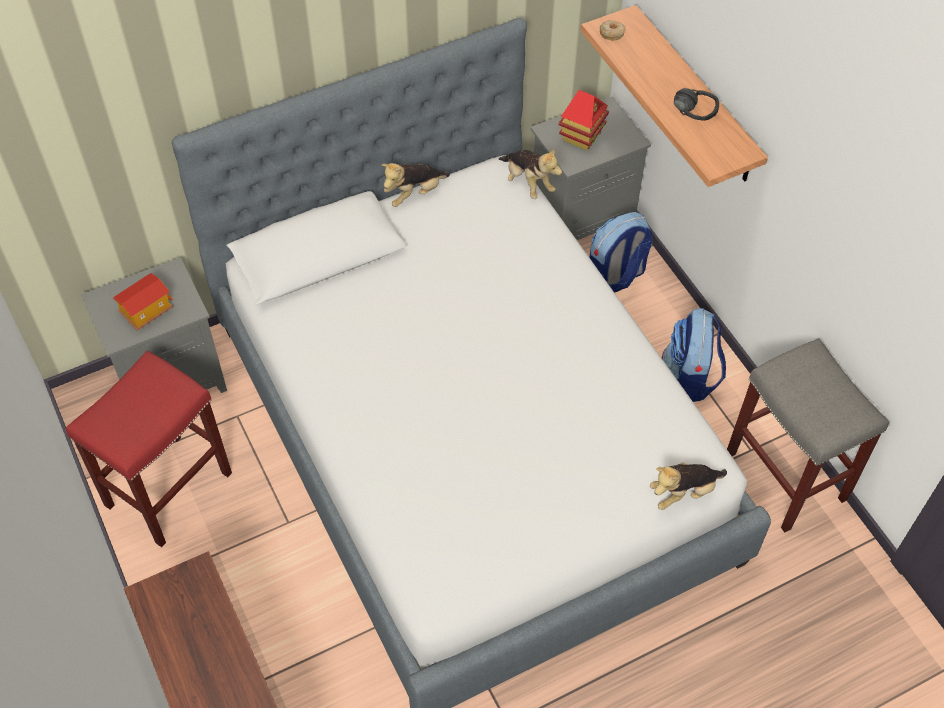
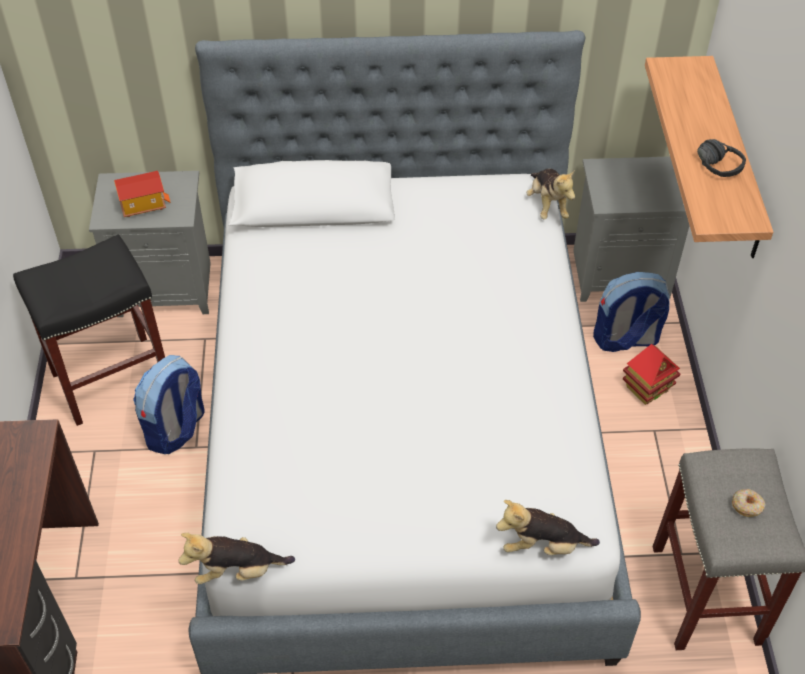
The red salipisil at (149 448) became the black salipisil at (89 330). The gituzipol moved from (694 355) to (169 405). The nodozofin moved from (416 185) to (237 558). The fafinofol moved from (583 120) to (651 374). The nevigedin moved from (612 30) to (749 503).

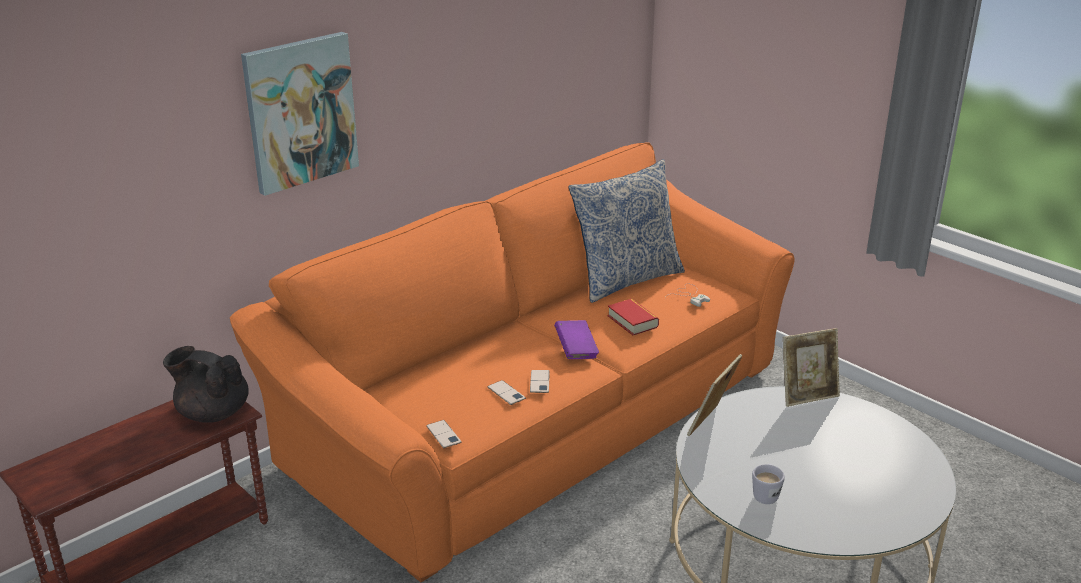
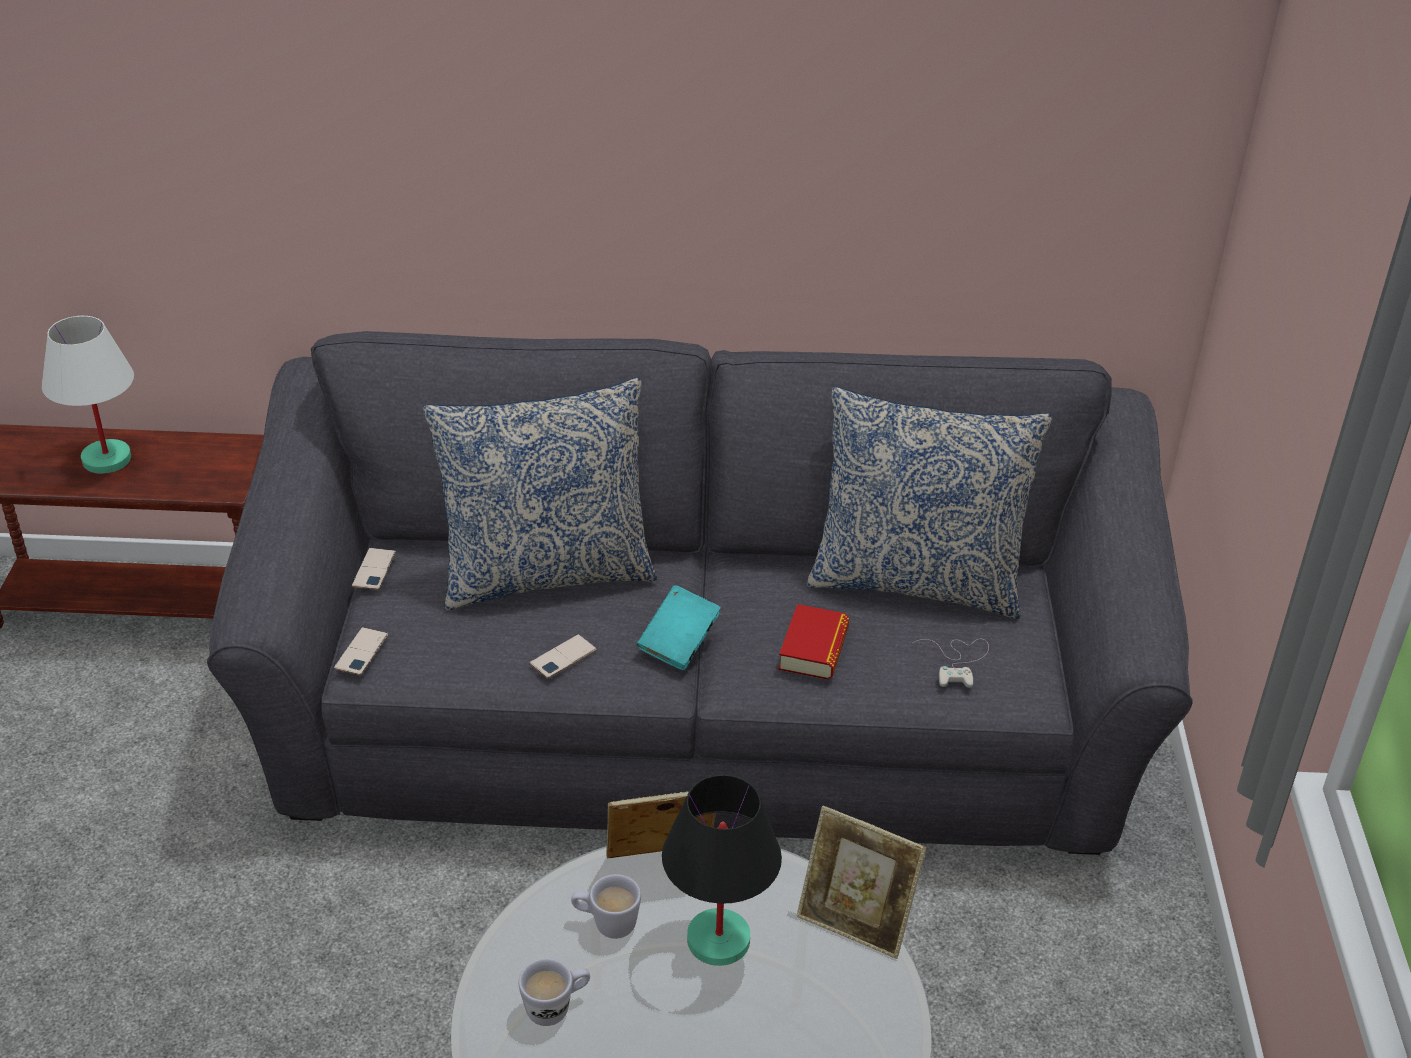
The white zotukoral at (88 395) appeared. The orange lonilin at (512 362) became the grey lonilin at (700 593). The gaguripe moved from (506 392) to (374 569). The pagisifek at (540 493) appeared. The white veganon at (606 906) appeared. The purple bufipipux at (576 339) became the turquoise bufipipux at (678 627). The black zotukoral at (722 870) appeared. The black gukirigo at (206 384) disappeared. The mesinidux at (300 114) disappeared.

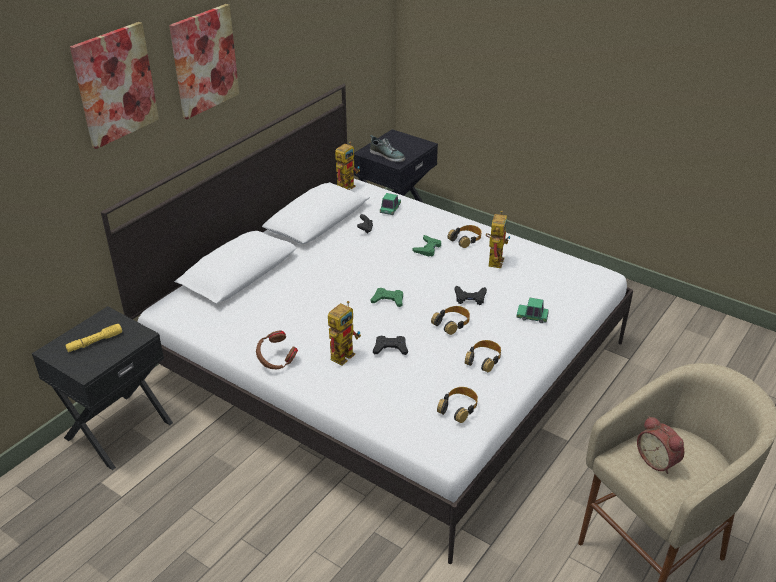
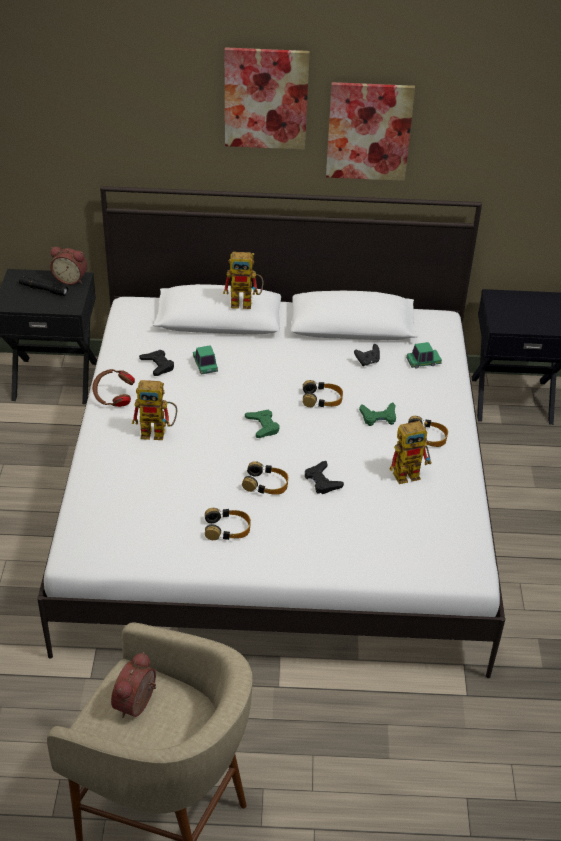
The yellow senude at (93 338) became the black senude at (43 286). The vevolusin at (68 266) appeared. The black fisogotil moved from (390 345) to (156 363). The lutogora moved from (532 310) to (205 359). The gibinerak moved from (347 165) to (243 280). The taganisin moved from (457 405) to (323 393). The mesinidux moved from (114 85) to (370 131). The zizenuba at (387 148) disappeared.

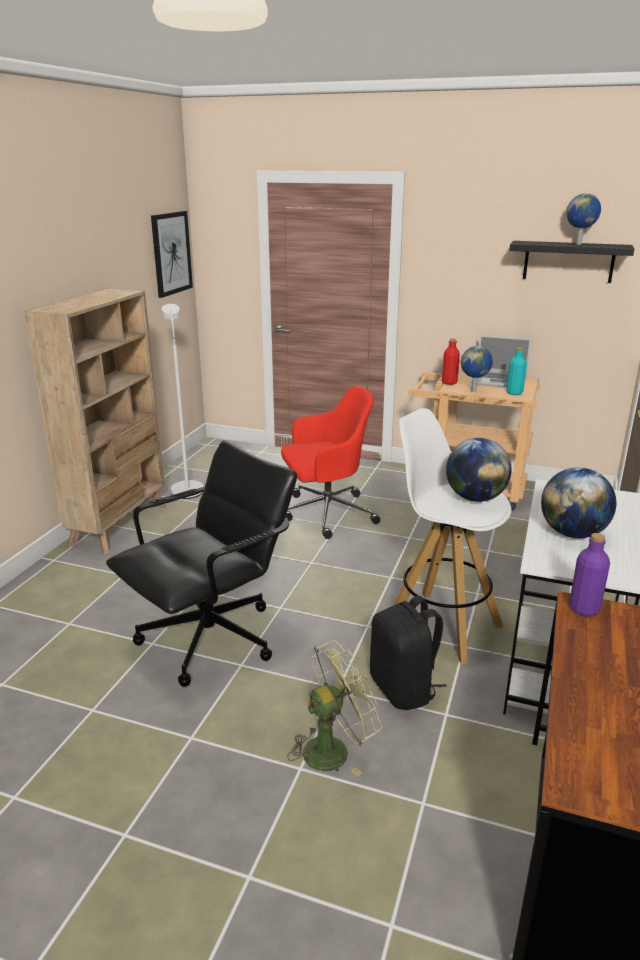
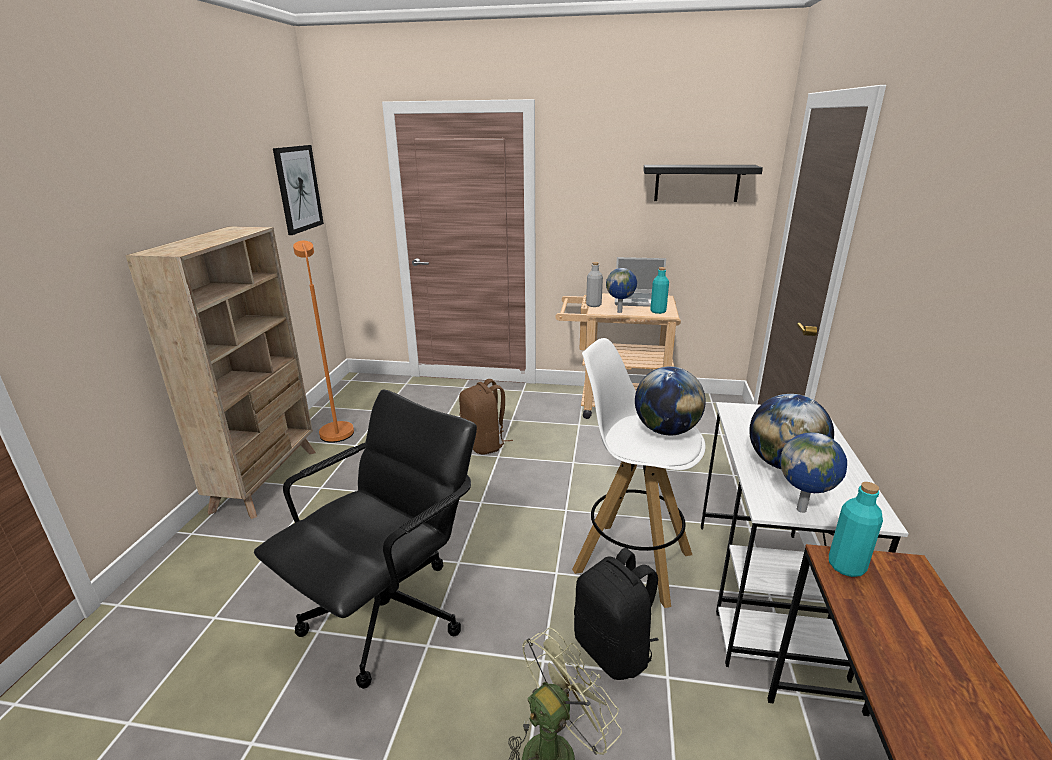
The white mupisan at (182 401) became the orange mupisan at (323 342). The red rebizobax at (330 462) was replaced by the brown gituzipol at (486 417). The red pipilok at (451 362) became the grey pipilok at (594 284). The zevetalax moved from (583 219) to (813 472). The purple pipilok at (589 574) became the turquoise pipilok at (856 529).

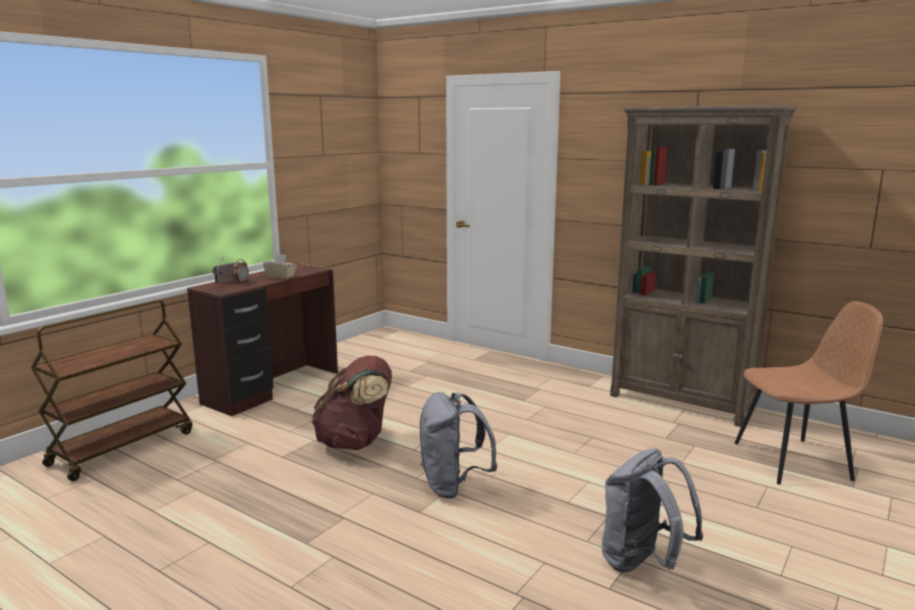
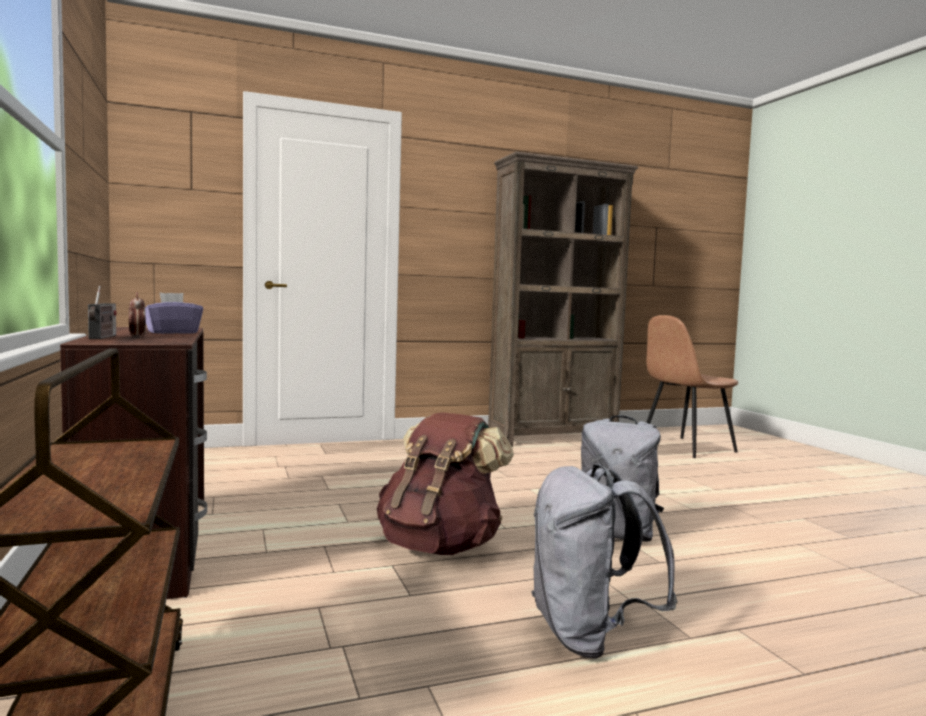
The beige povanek at (280 266) became the purple povanek at (174 313). The grey gituzipol moved from (652 510) to (604 561). The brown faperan at (809 393) turned 150 degrees counterclockwise.

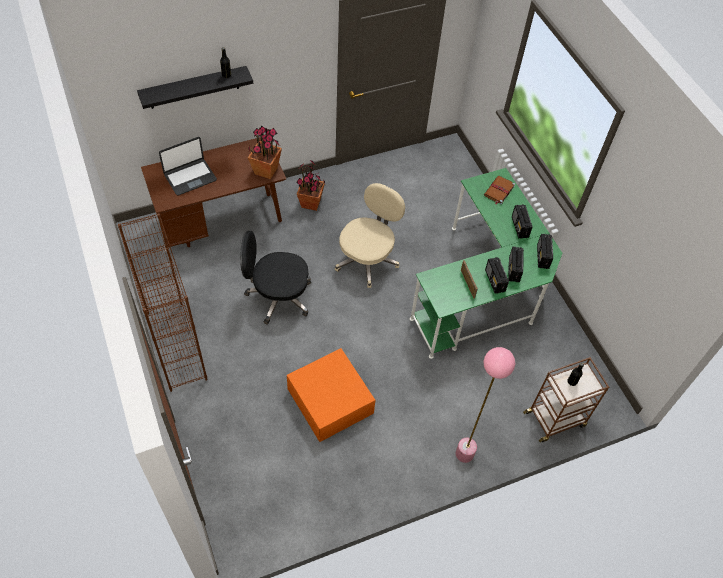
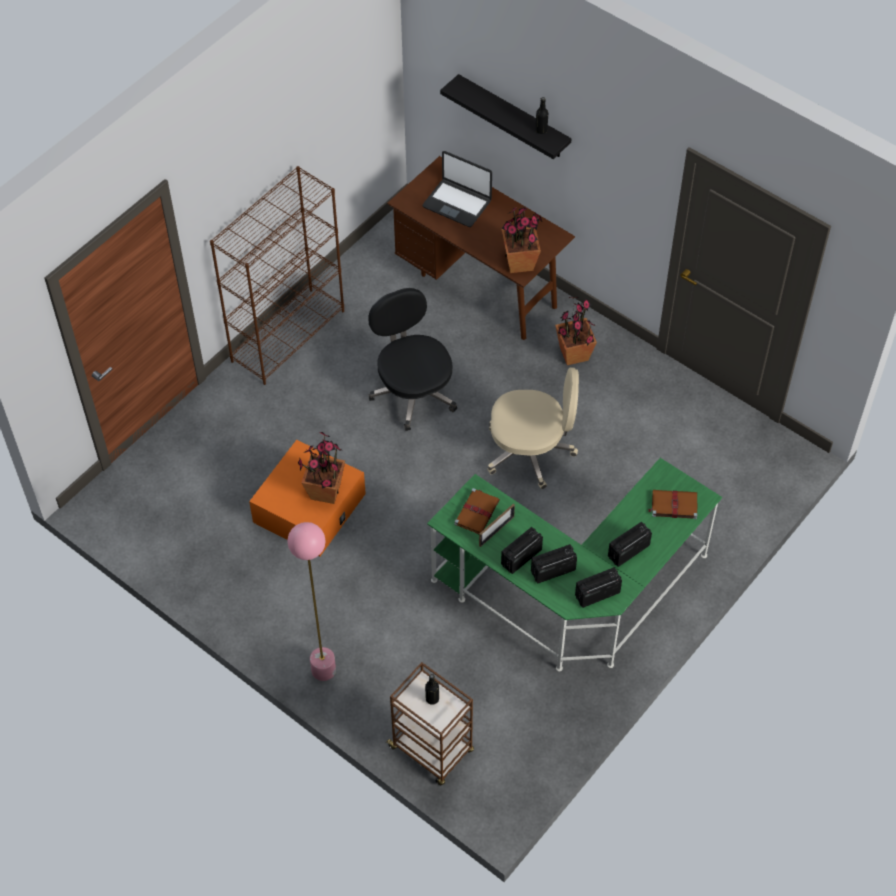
The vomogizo at (321 468) appeared. The brown bufipipux at (477 511) appeared.

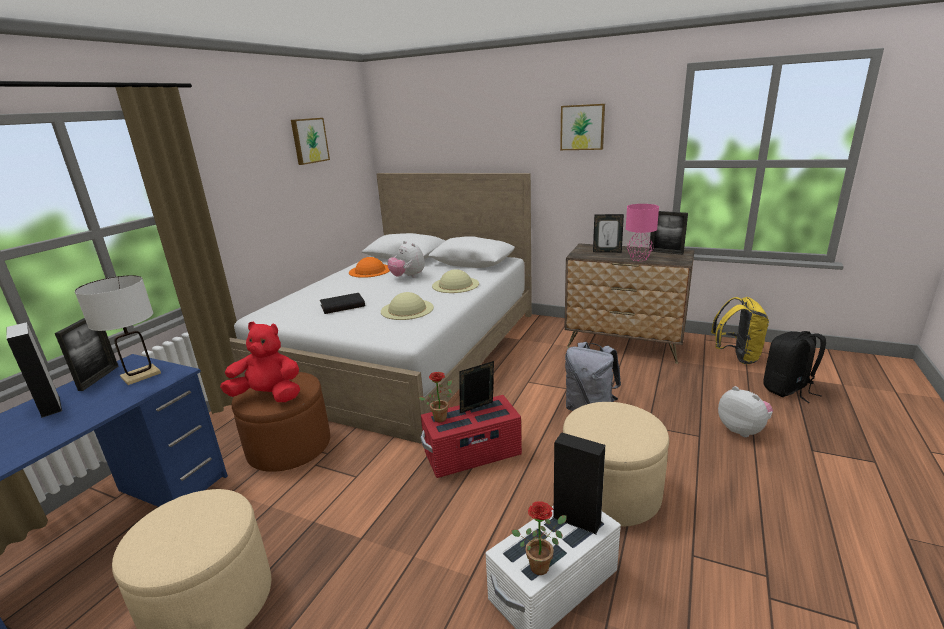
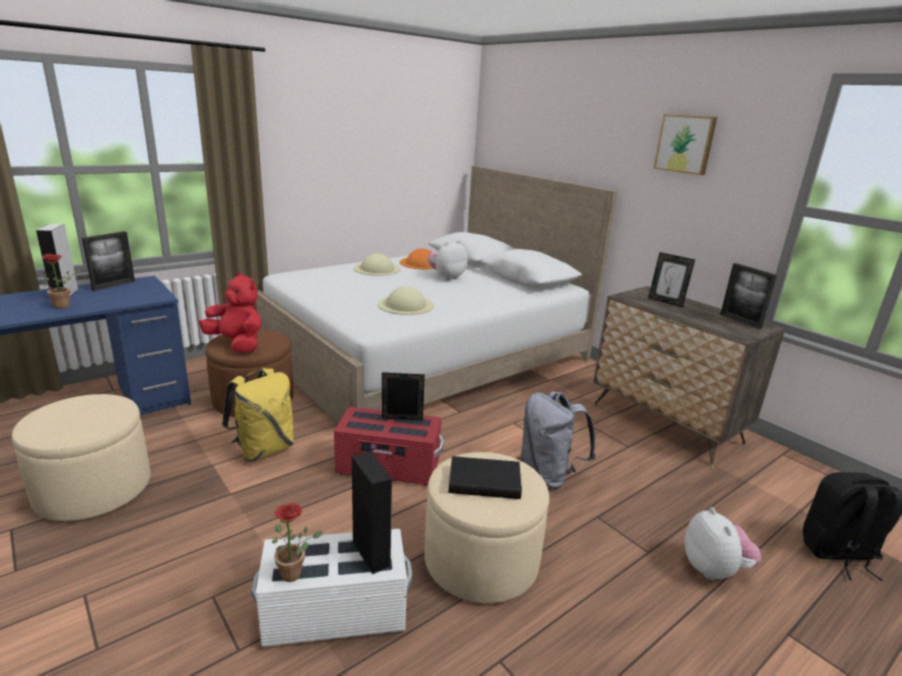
The vomogizo moved from (436 397) to (61 281). The yellow gituzipol moved from (740 330) to (258 415). The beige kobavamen moved from (455 281) to (377 264). The nodozofin at (406 259) turned 60 degrees clockwise. The black bufipipux moved from (342 303) to (485 477). The white zotukoral at (118 330) disappeared. The mesinidux at (310 141) disappeared. The pink zotukoral at (642 232) disappeared.

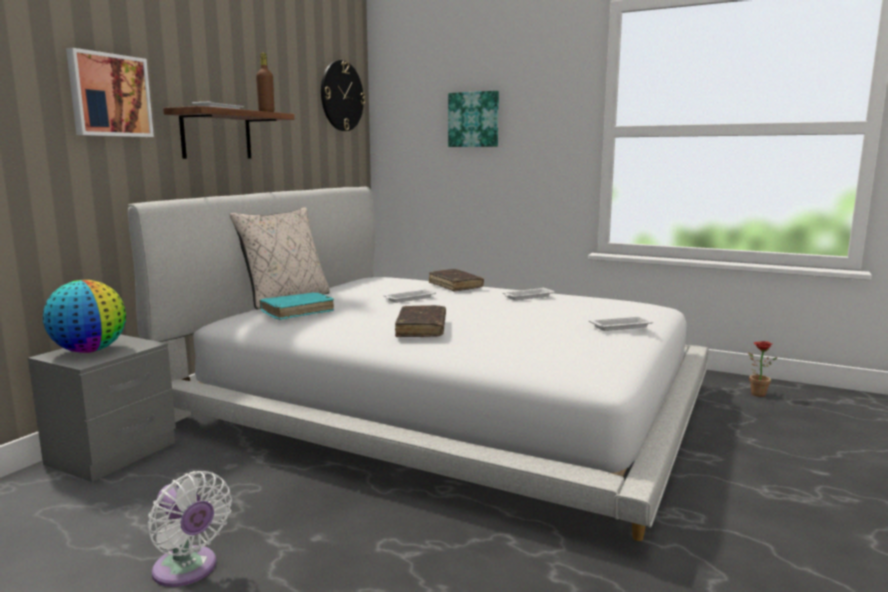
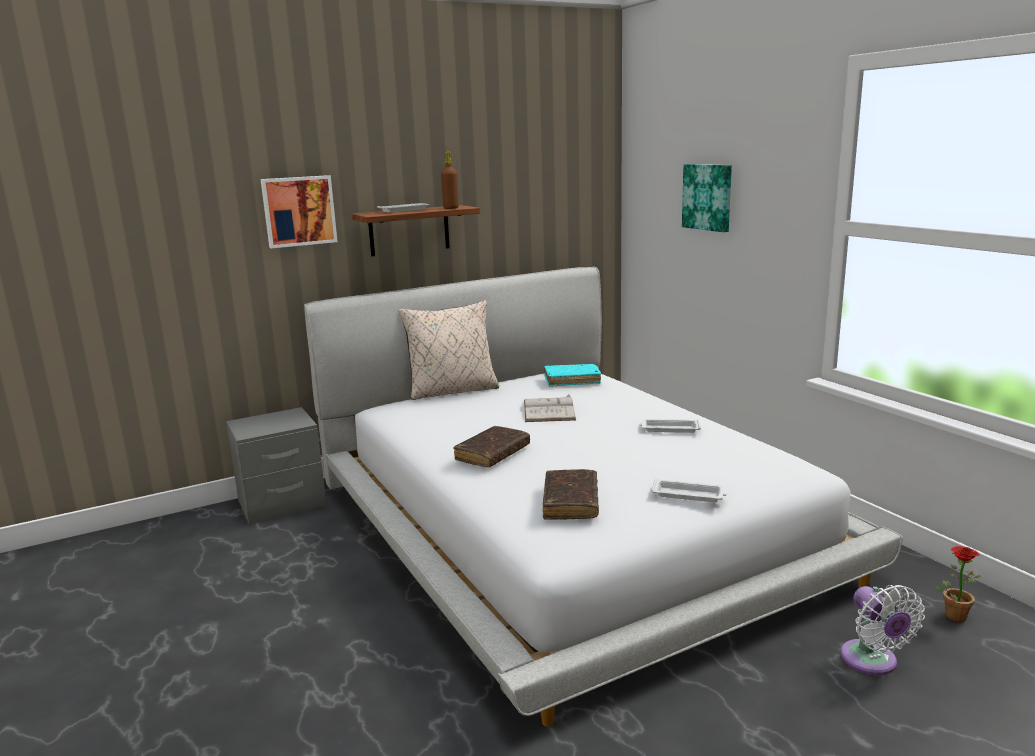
The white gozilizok at (410 296) was replaced by the white bufipipux at (550 408). The brown bufipipux moved from (456 280) to (570 494). The turquoise bufipipux moved from (296 306) to (572 375). The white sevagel moved from (189 529) to (882 630). The zevetalax at (84 316) disappeared. The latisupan at (343 95) disappeared.

